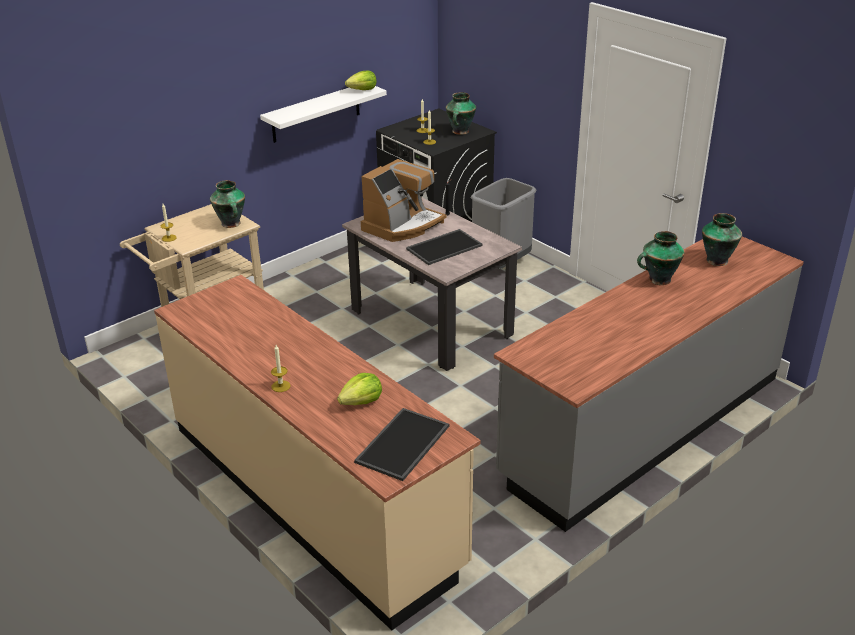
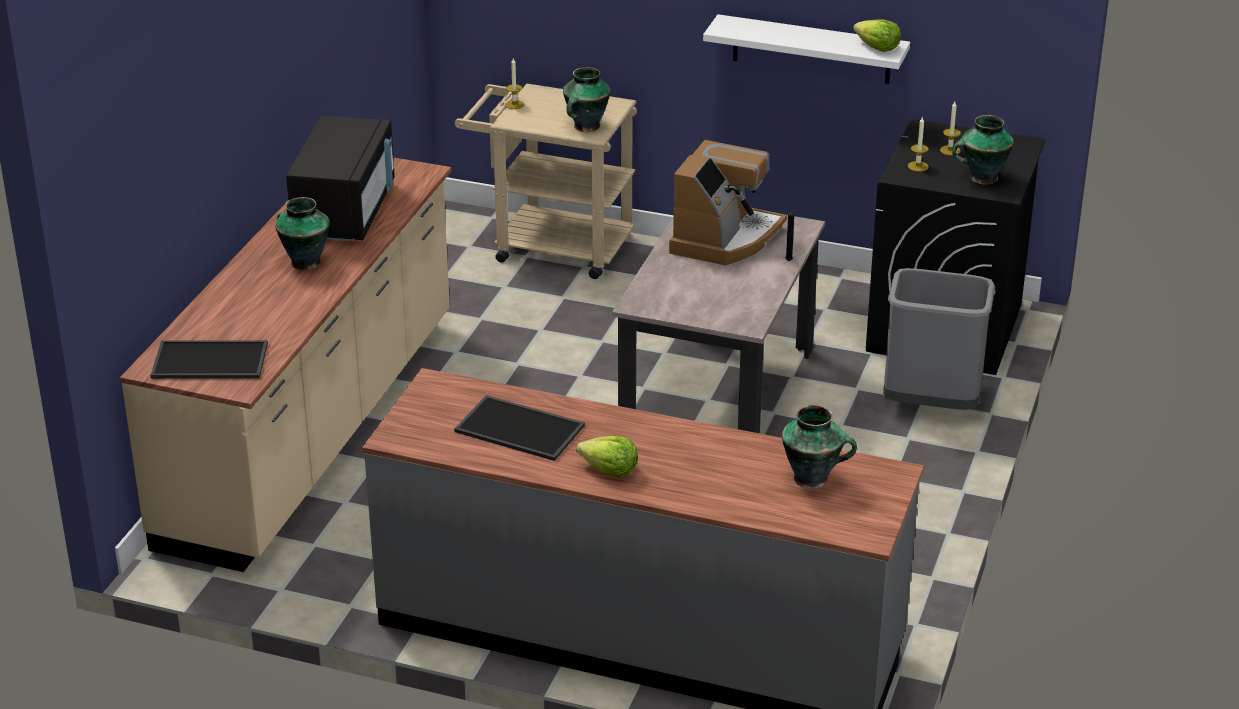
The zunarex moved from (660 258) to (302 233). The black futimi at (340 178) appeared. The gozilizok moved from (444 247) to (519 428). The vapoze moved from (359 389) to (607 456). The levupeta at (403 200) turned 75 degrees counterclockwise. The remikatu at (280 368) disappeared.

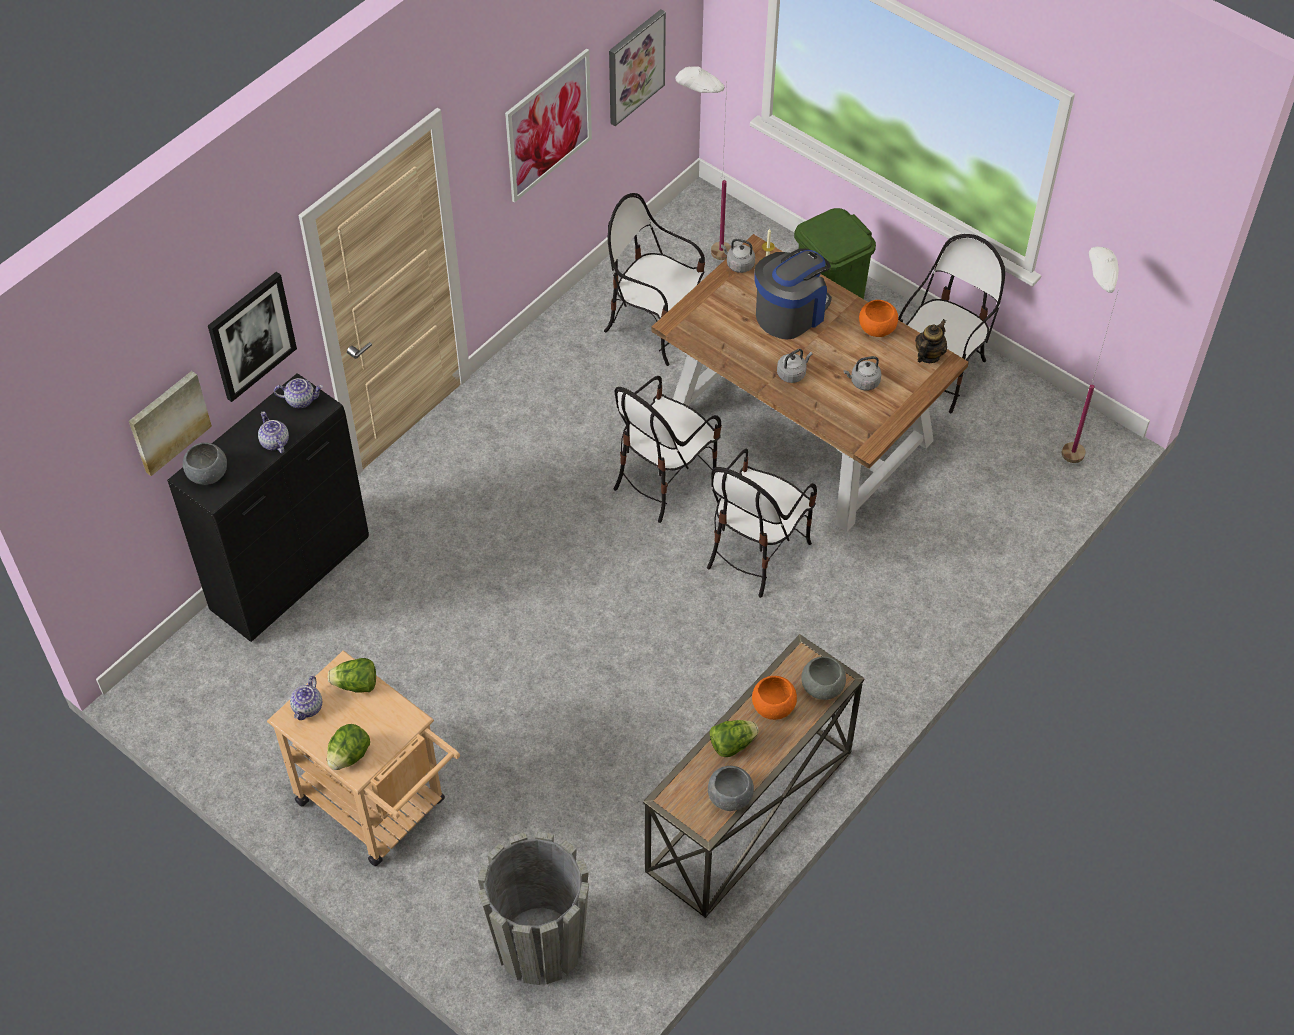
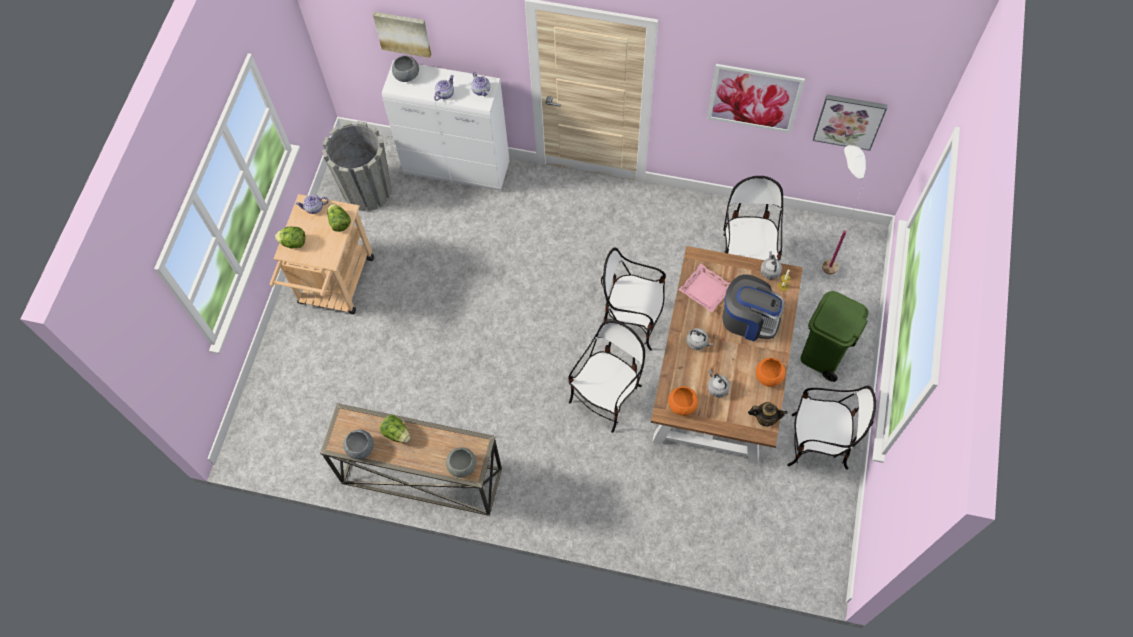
The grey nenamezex moved from (533 908) to (357 166). The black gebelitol at (268 507) became the white gebelitol at (446 125). The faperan at (762 523) turned 120 degrees clockwise. The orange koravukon moved from (774 698) to (683 401). The pink gozilizok at (704 288) appeared. The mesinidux at (252 337) disappeared. The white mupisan at (1090 355) disappeared.

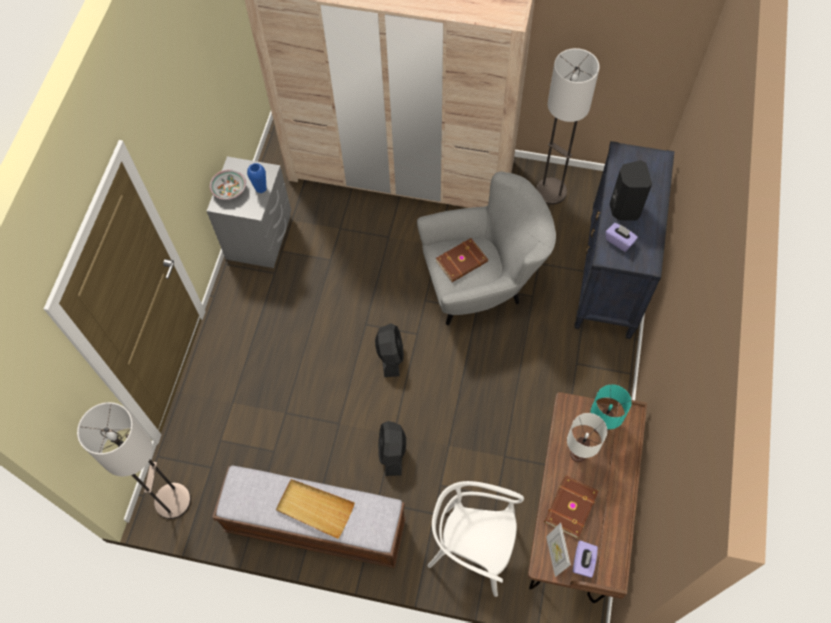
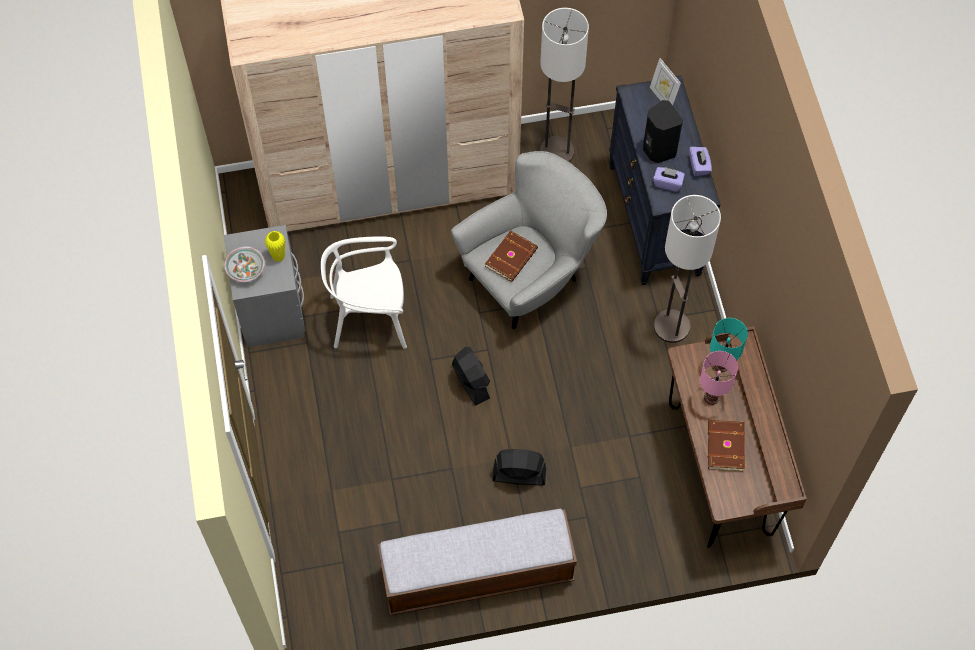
The blue zunarex at (257 178) became the yellow zunarex at (275 246). The white faperan moved from (476 539) to (364 292). The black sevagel at (392 448) turned 120 degrees clockwise. The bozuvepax moved from (558 550) to (665 81). The mupisan moved from (134 460) to (687 269). The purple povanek moved from (585 559) to (700 161). The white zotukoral at (587 437) became the pink zotukoral at (719 378). The beige gozilizok at (315 509) disappeared.

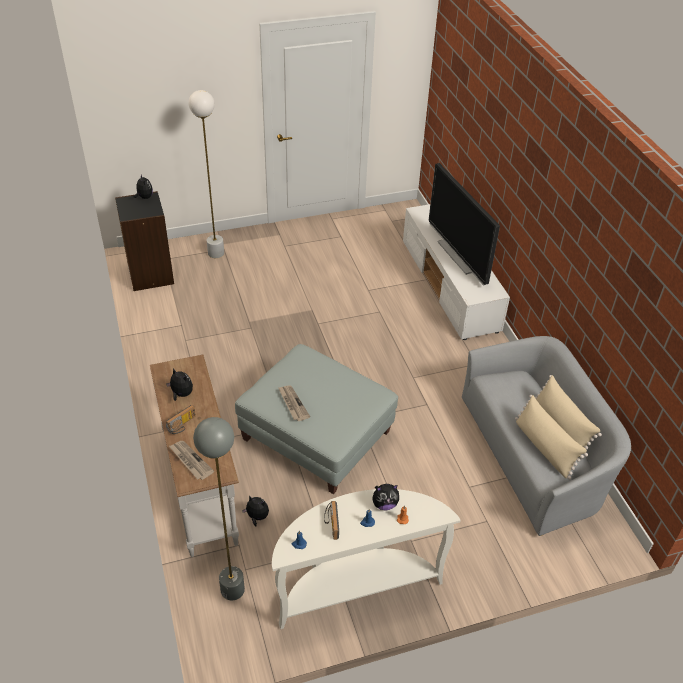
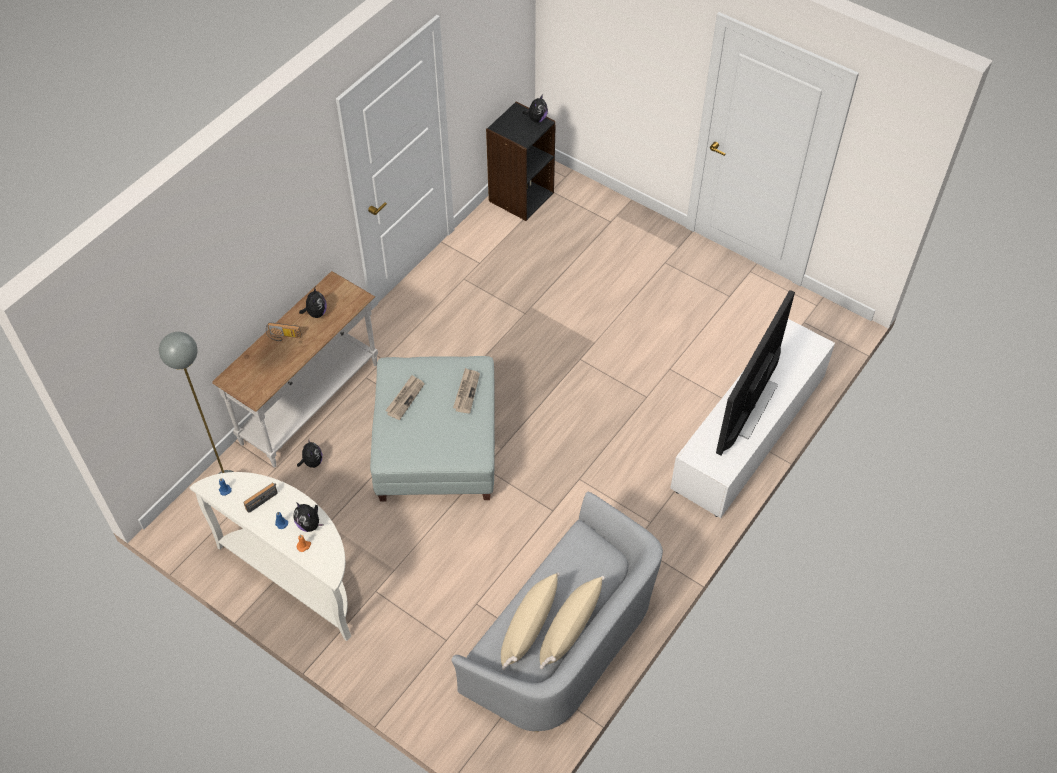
The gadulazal moved from (191 460) to (466 390). The white mupisan at (206 174) disappeared.

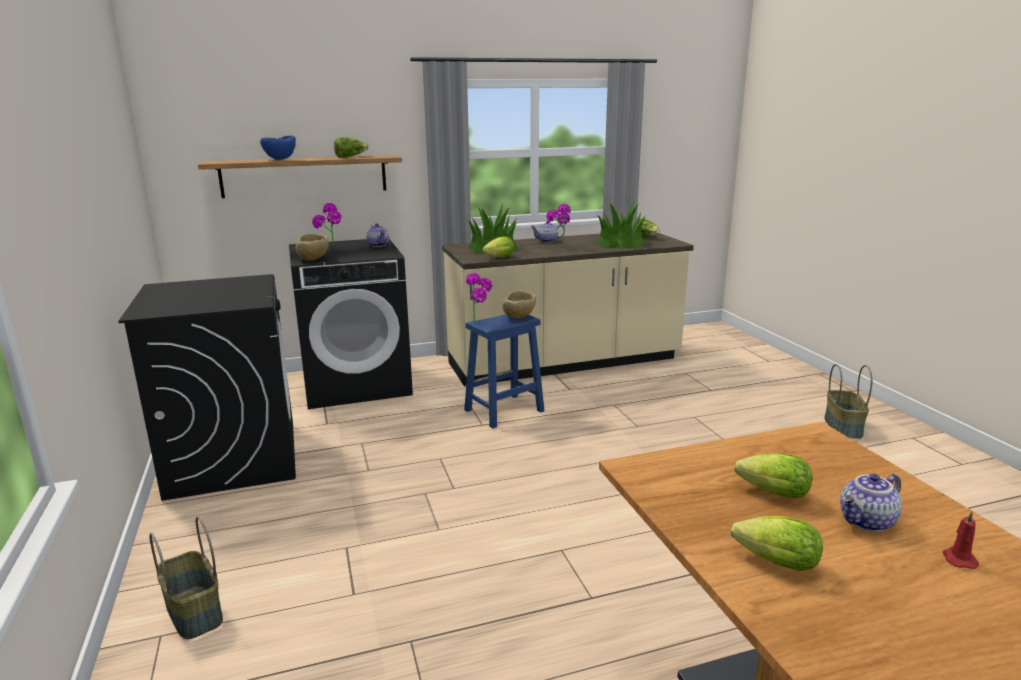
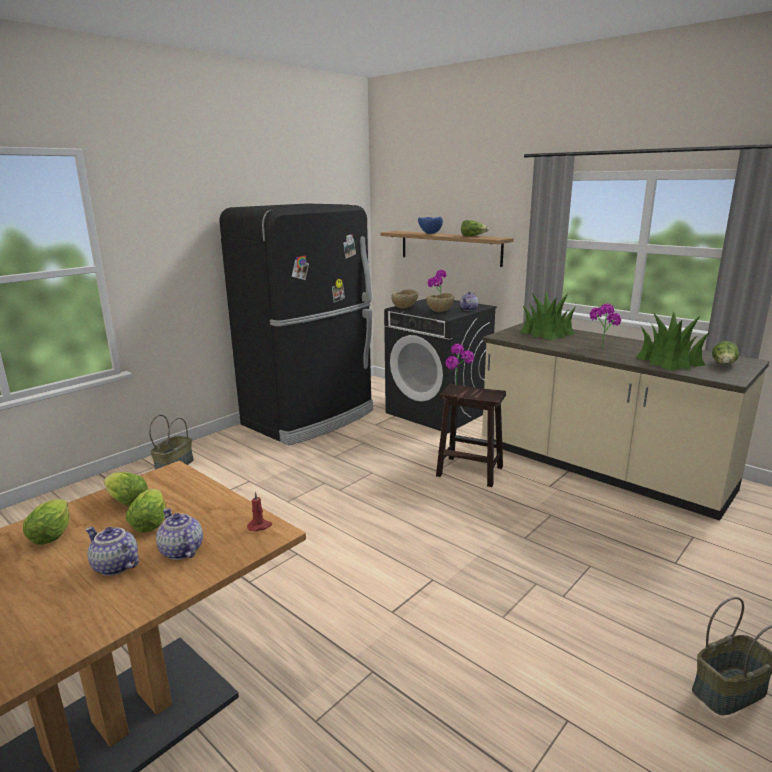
The vapoze moved from (498 246) to (125 489). The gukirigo moved from (548 232) to (179 534). The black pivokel at (207 387) was replaced by the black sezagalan at (296 324). The red remikatu moved from (961 540) to (259 511). The beige koravukon moved from (519 304) to (440 302). The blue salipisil at (504 371) became the brown salipisil at (471 435).

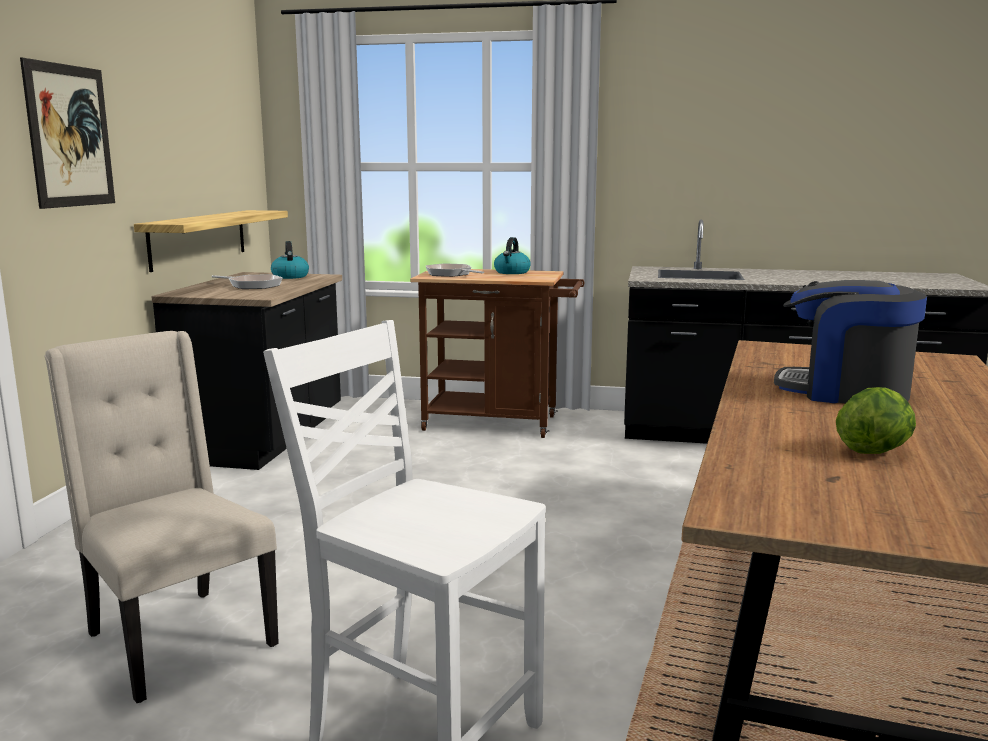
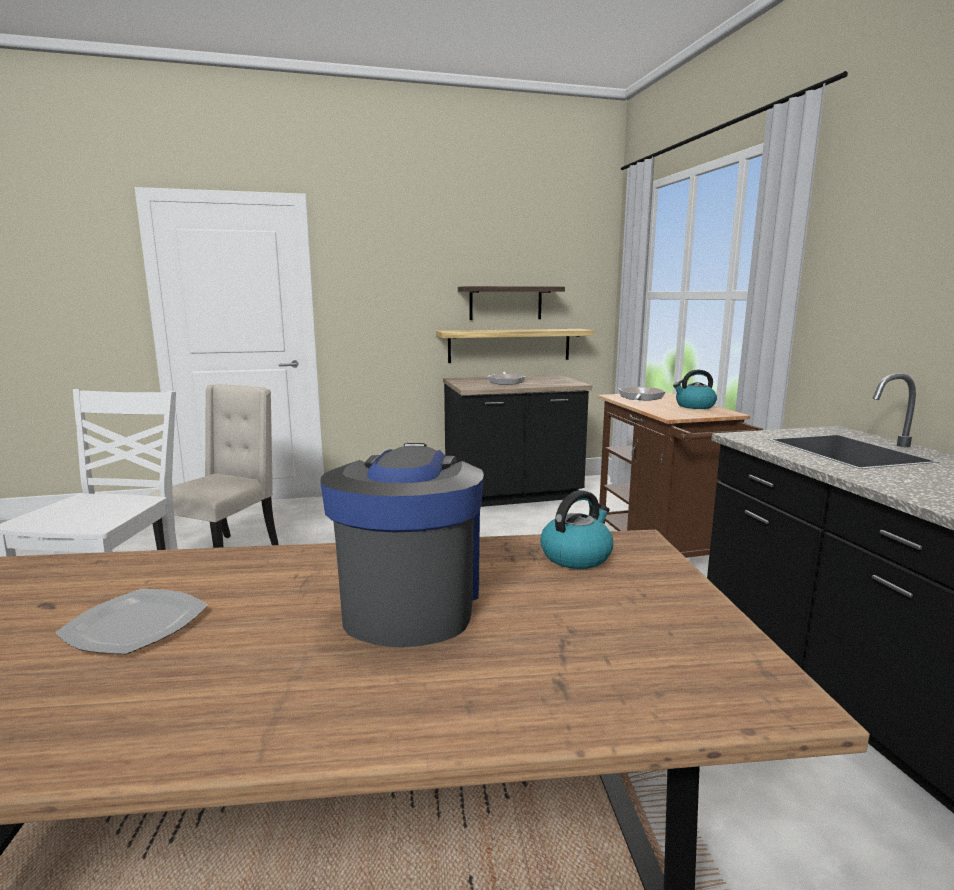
The vapoze at (876 420) was replaced by the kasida at (131 621). The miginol at (511 303) appeared. The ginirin moved from (290 260) to (576 529). The mesinidux at (67 133) disappeared.

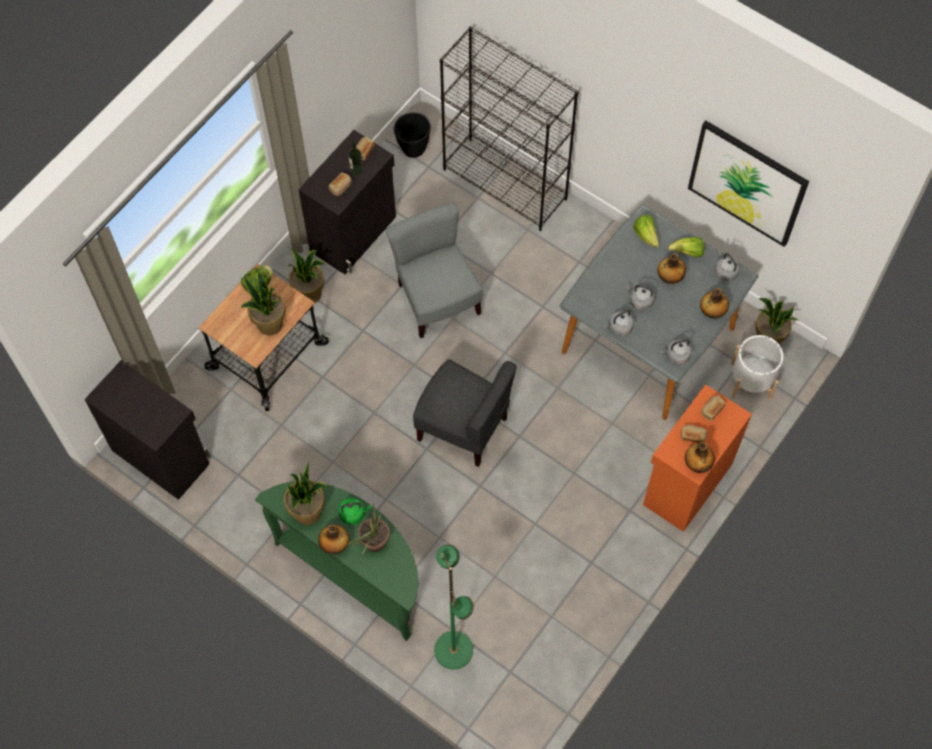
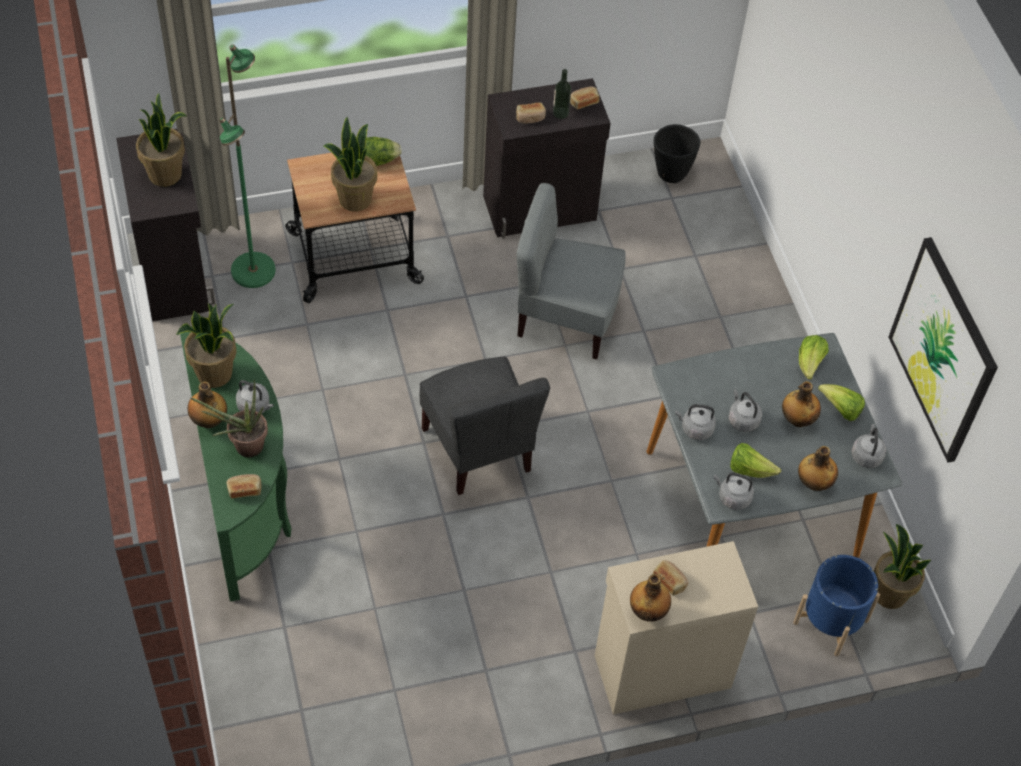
The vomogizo moved from (306 275) to (161 140). The green mupisan moved from (454 607) to (247 166). The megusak moved from (713 408) to (244 486). The green ginirin at (355 511) became the grey ginirin at (255 397). The grey faperan at (434 270) turned 90 degrees counterclockwise. The orange gebelitol at (697 458) became the beige gebelitol at (676 628). The vapoze at (755 460) appeared. The white nenamezex at (757 367) became the blue nenamezex at (836 605). The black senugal at (509 128) disappeared.

